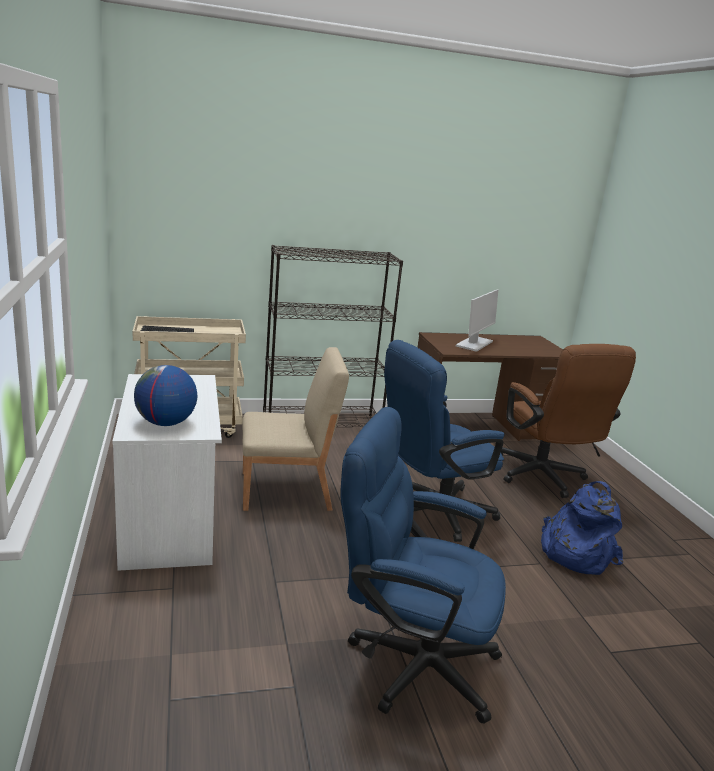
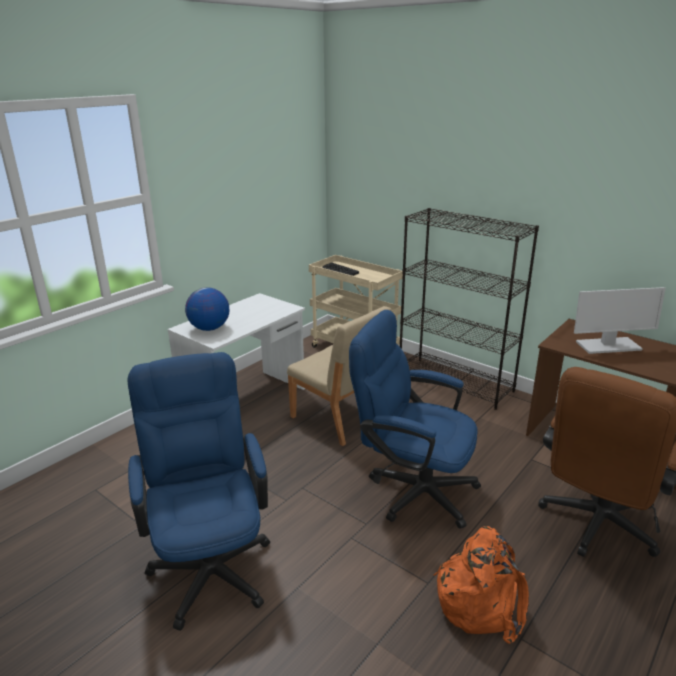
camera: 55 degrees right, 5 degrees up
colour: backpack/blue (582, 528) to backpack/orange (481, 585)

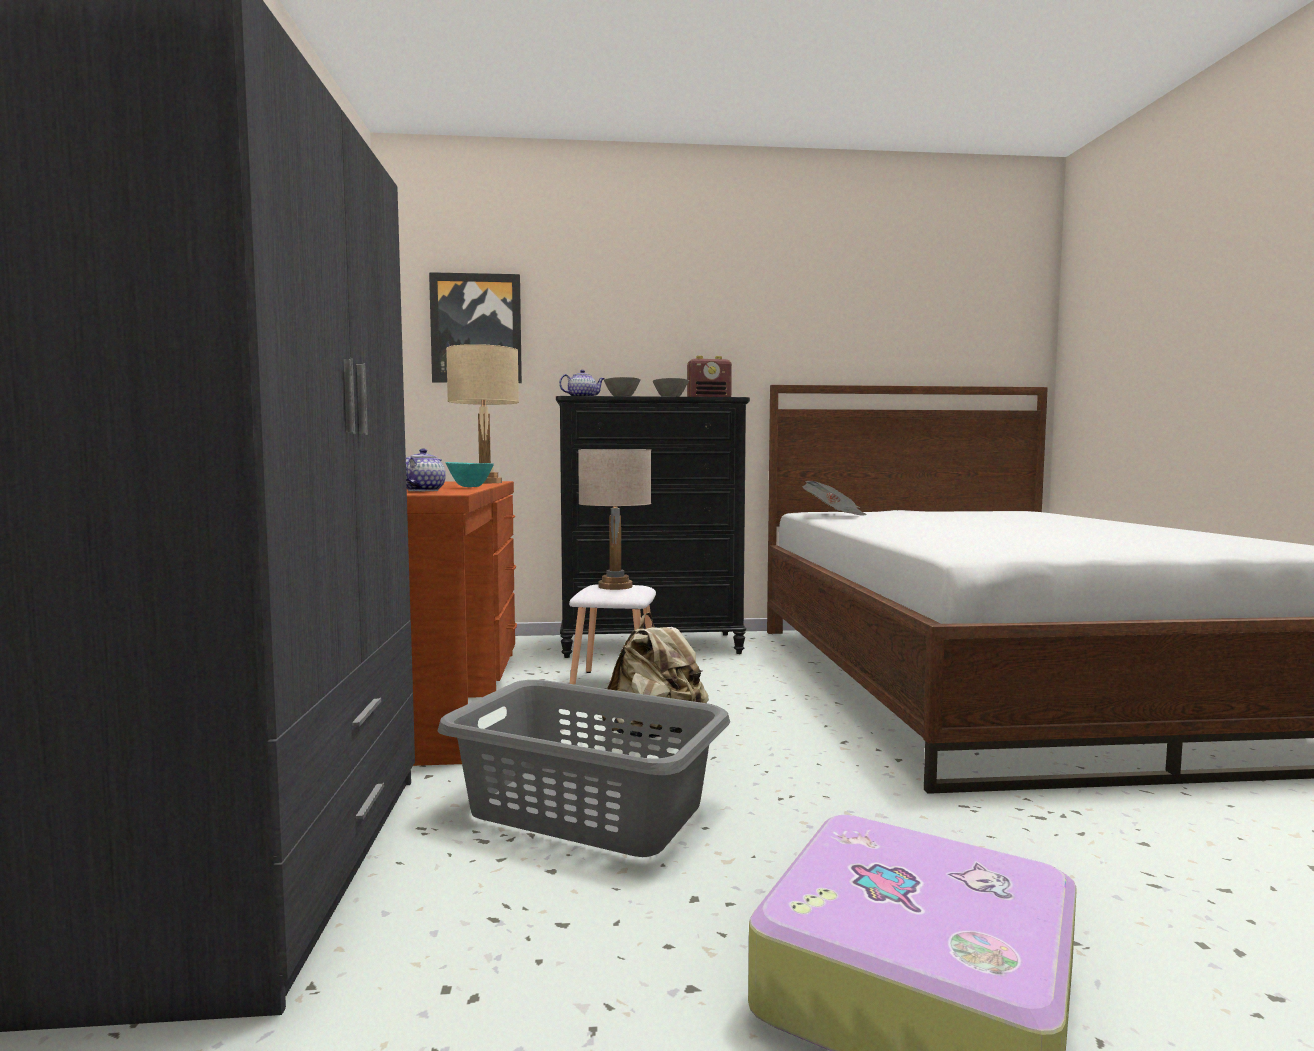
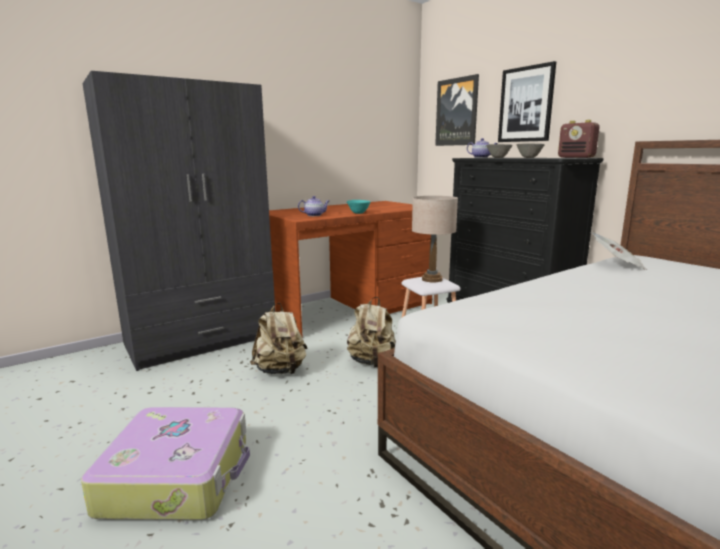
camera: 60 degrees right, 10 degrees up
missing: table lamp/beige (482, 413)
appeared: picture (527, 101)
exchanged: laundry basket/grey (583, 768) to backpack/beige (279, 339)

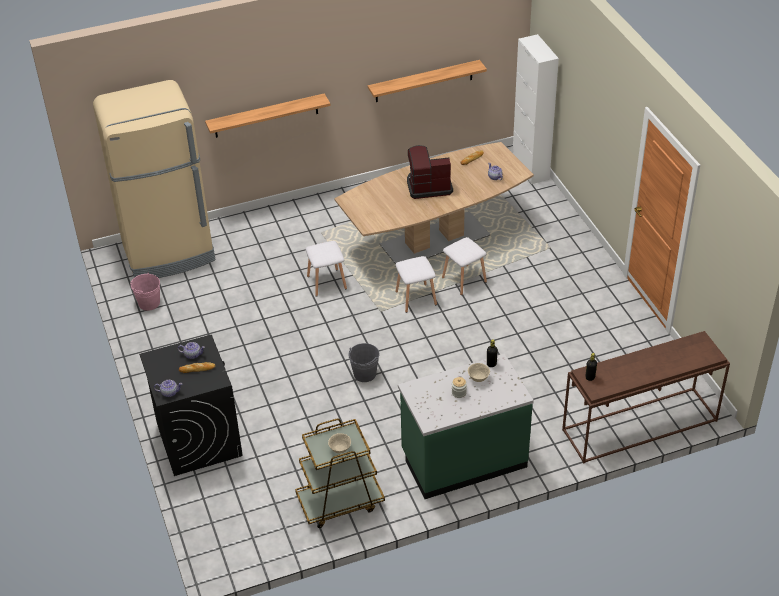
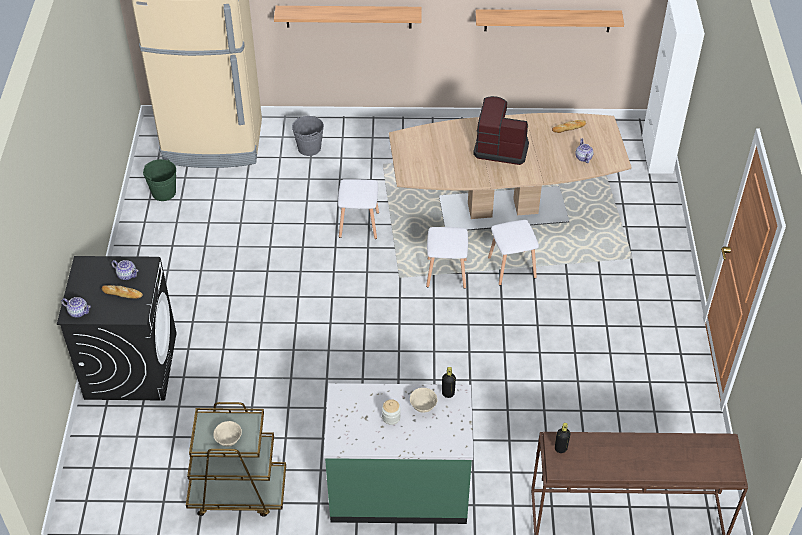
camera: 20 degrees right, 5 degrees up
relocated: bucket/grey (363, 362) to (308, 136)
colour: bucket/pink (145, 292) to bucket/green (159, 180)

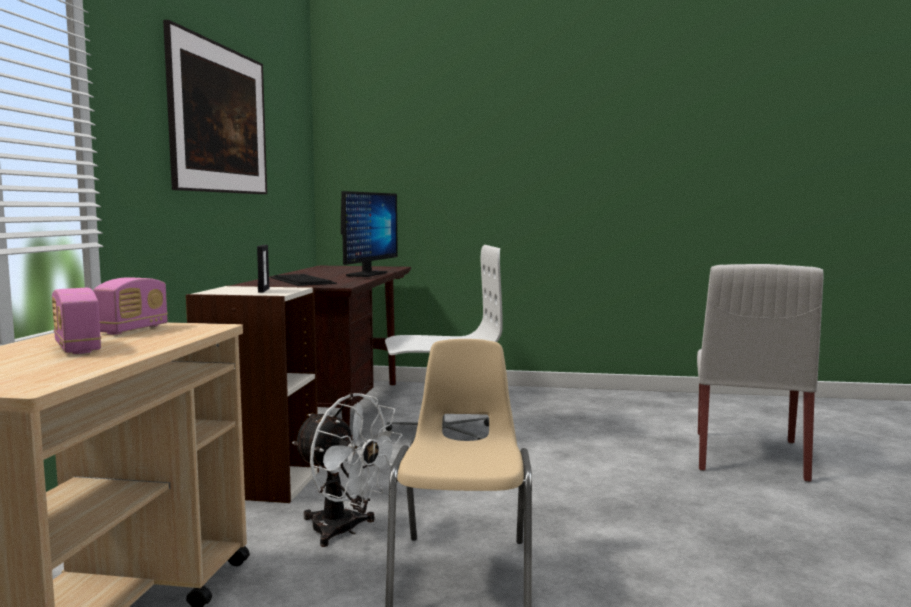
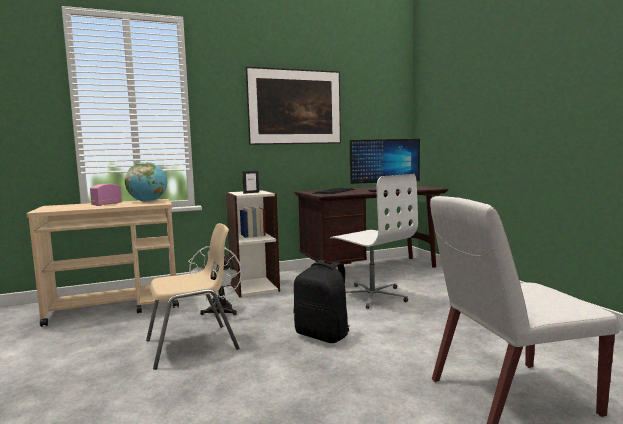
camera: 60 degrees right, 0 degrees up
appeared: backpack/black (321, 301)
exchanged: radio (130, 306) to globe (146, 182)

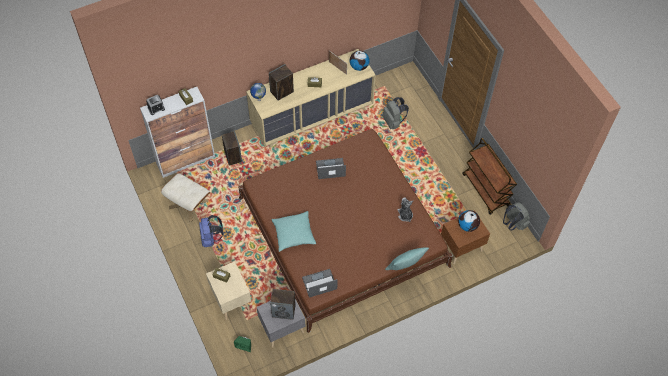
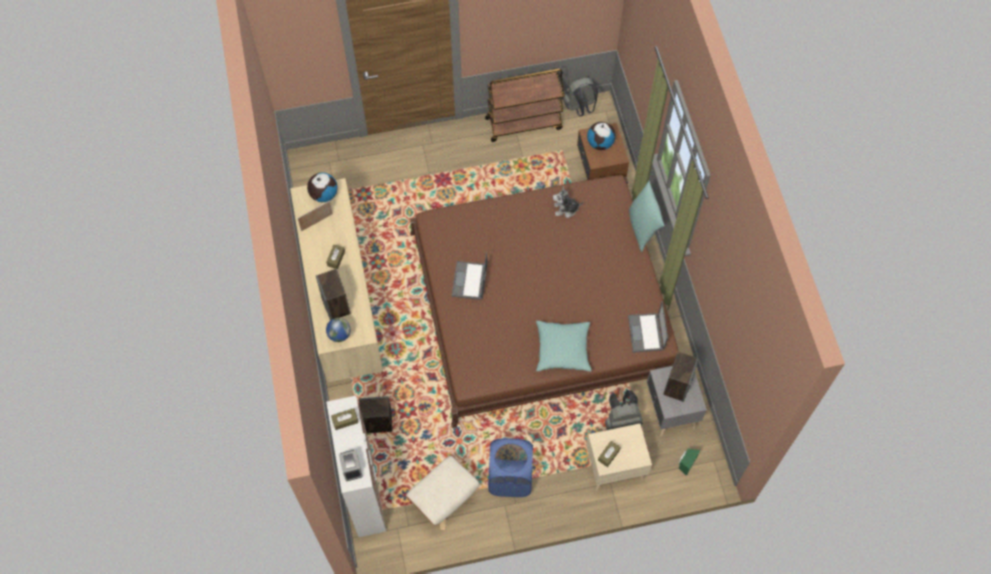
camera: 75 degrees left, 5 degrees up
relocated: backpack/grey (395, 113) to (624, 410)
exchanged: backpack/blue (211, 231) to laundry basket/blue (510, 467)

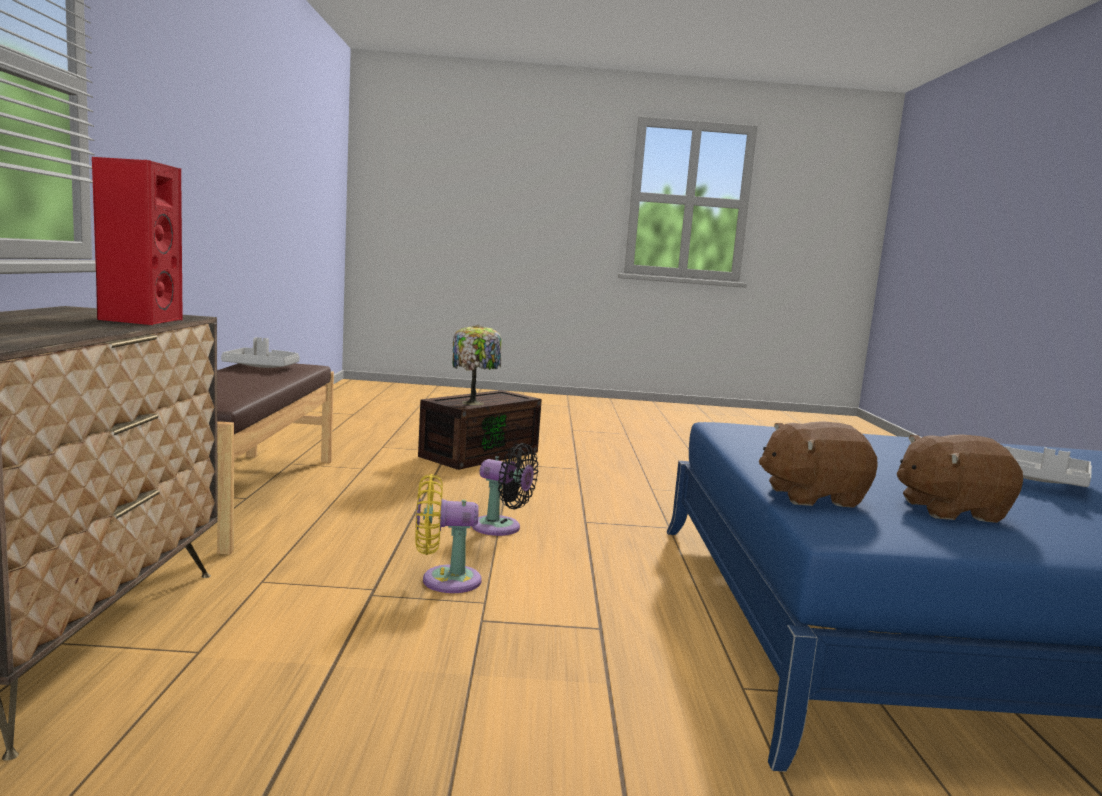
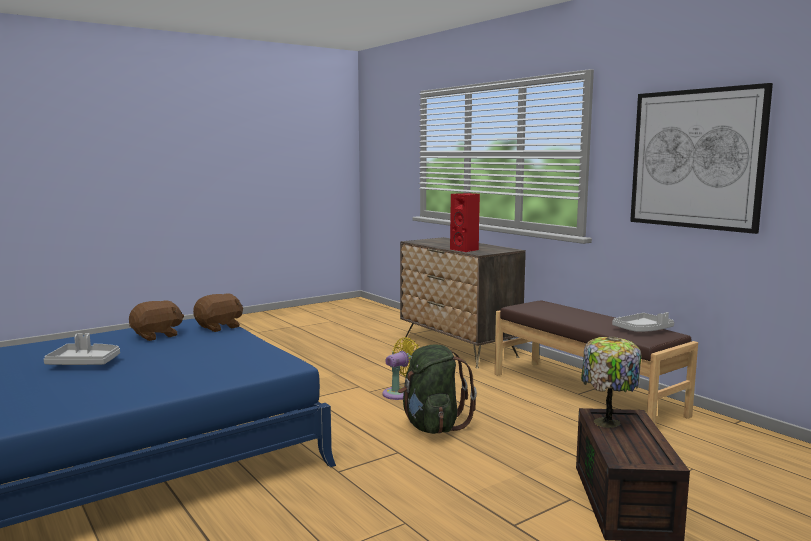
camera: 145 degrees right, 0 degrees up
appeared: picture (701, 158)
exchanged: fan/black (505, 489) to backpack/green (437, 389)

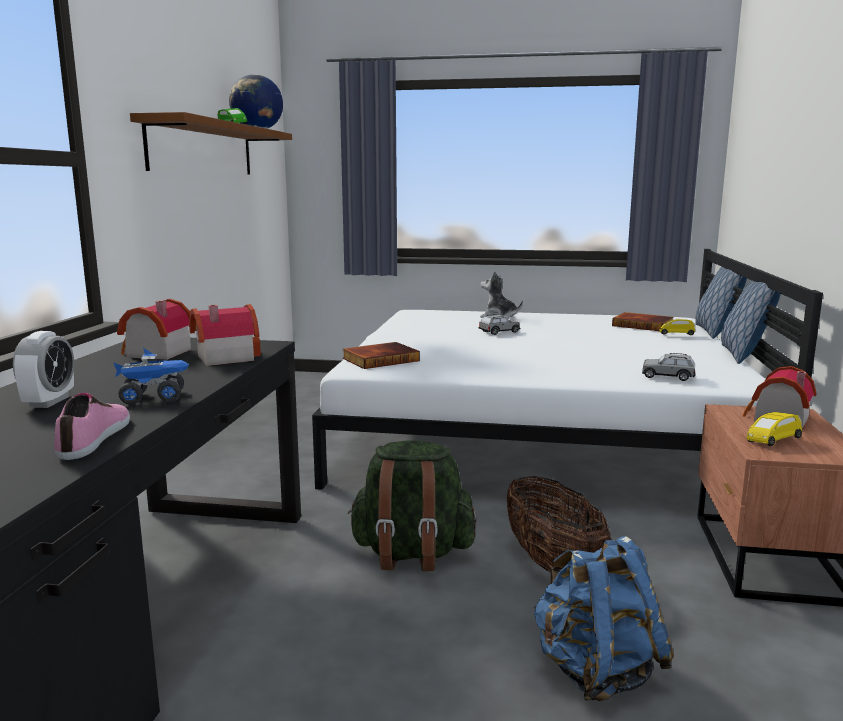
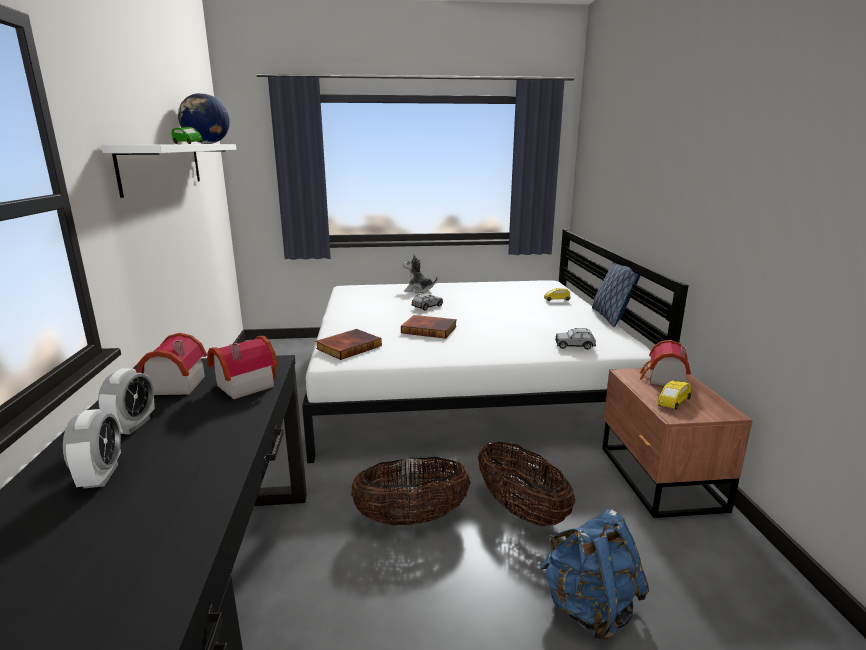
camera: 15 degrees left, 5 degrees up
missing: shoe (92, 426); toy truck (151, 376); pillow (723, 302)
appeared: alarm clock (126, 401)
relocated: book (643, 321) to (429, 327)
exchanged: backpack/green (412, 505) to basket (411, 491)
colour: shelf/brown (211, 143) to shelf/white (168, 171)

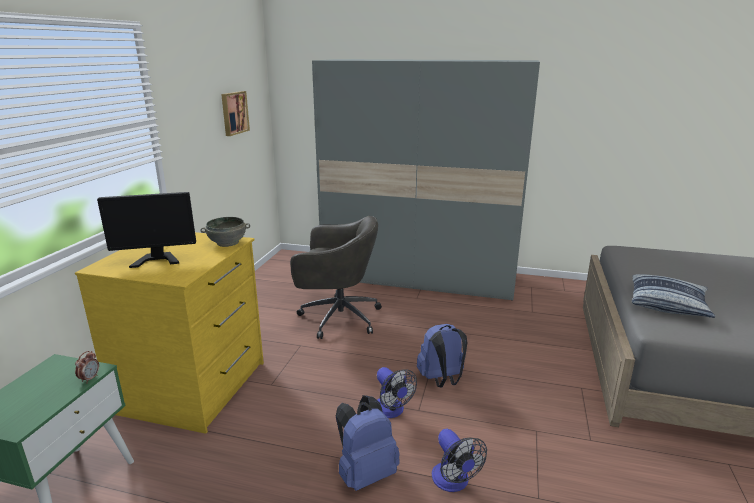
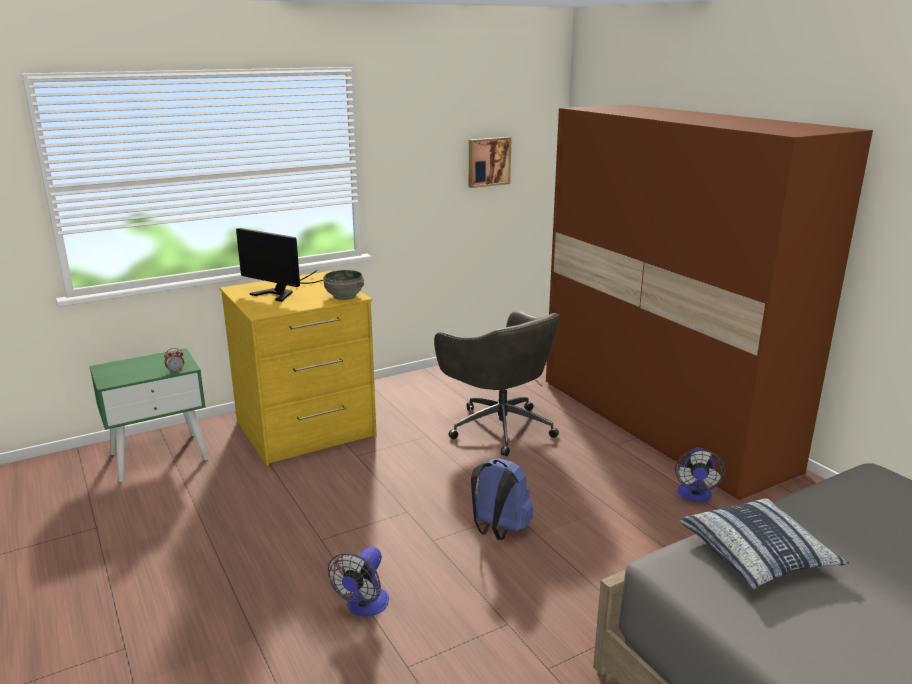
camera: 45 degrees right, 0 degrees up
missing: backpack/blue (368, 443)
relocated: fan (397, 392) to (700, 474)
colour: wardrobe/grey (426, 180) to wardrobe/brown (709, 302)

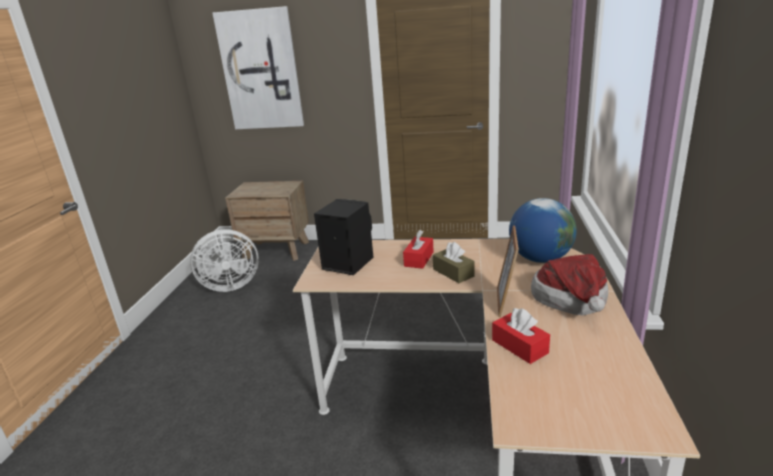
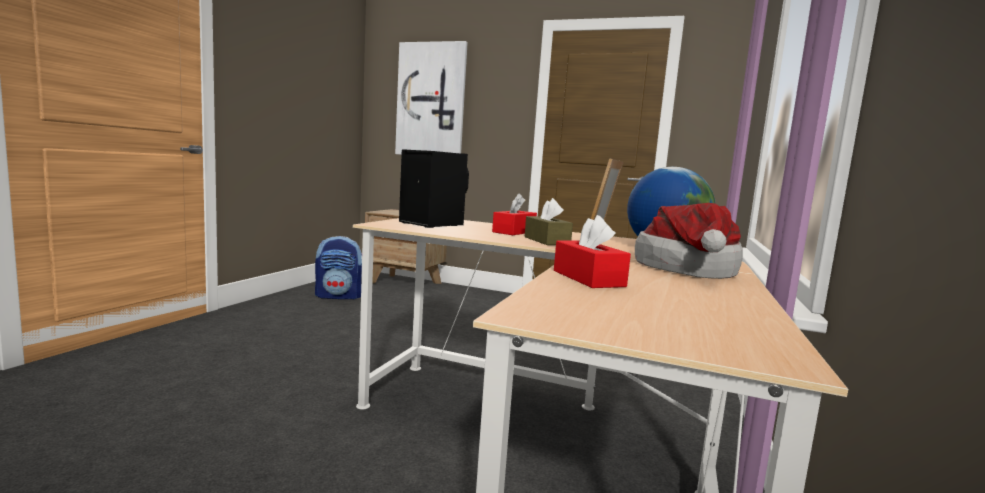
camera: 10 degrees right, 15 degrees down
exchanged: fan/white (224, 260) to backpack (338, 267)

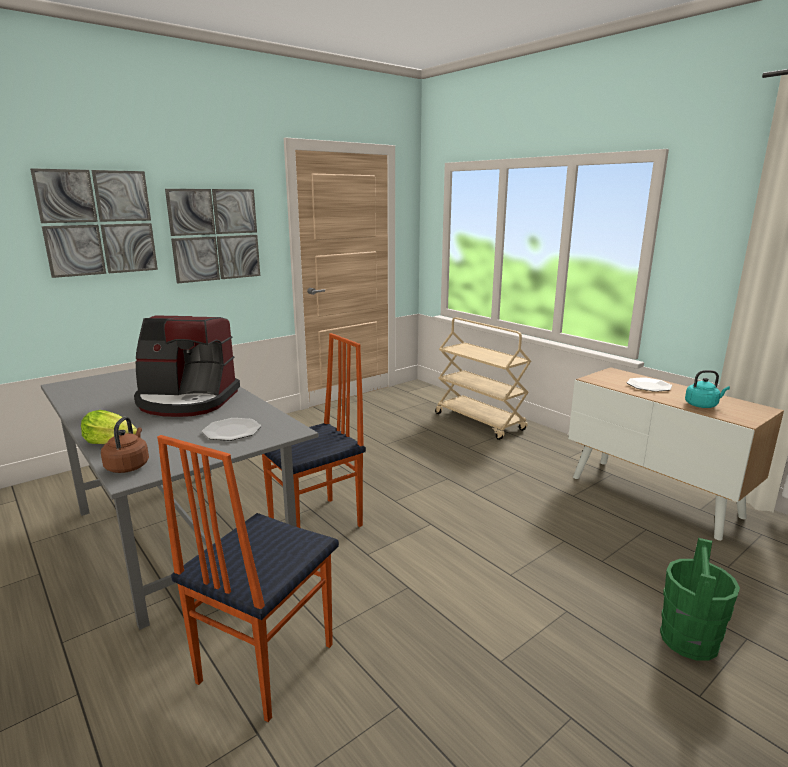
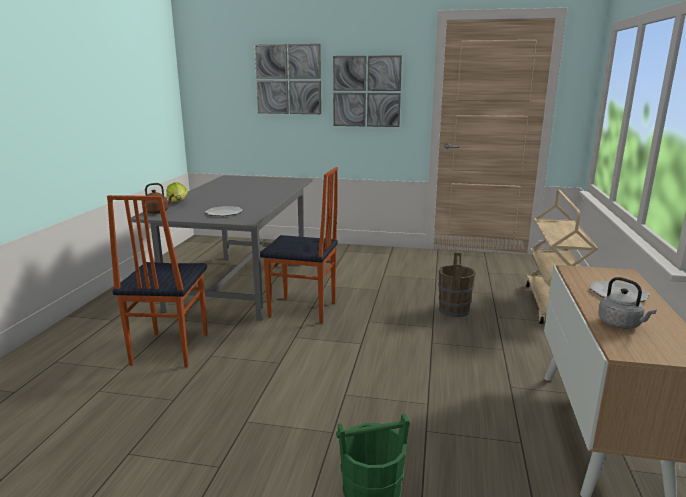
camera: 50 degrees right, 0 degrees up
missing: coffee machine (187, 366)
appeared: bucket/brown (457, 284)
colour: kettle/turquoise (707, 389) to kettle/grey (627, 303)
spun: chair (248, 578) = (157, 281) 75 degrees counterclockwise

